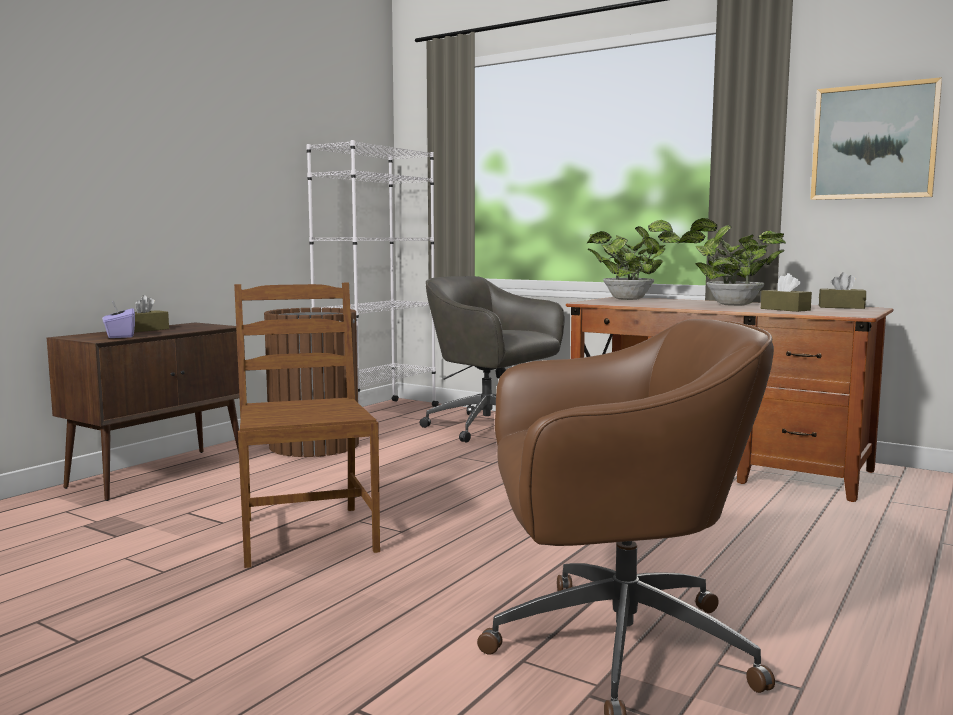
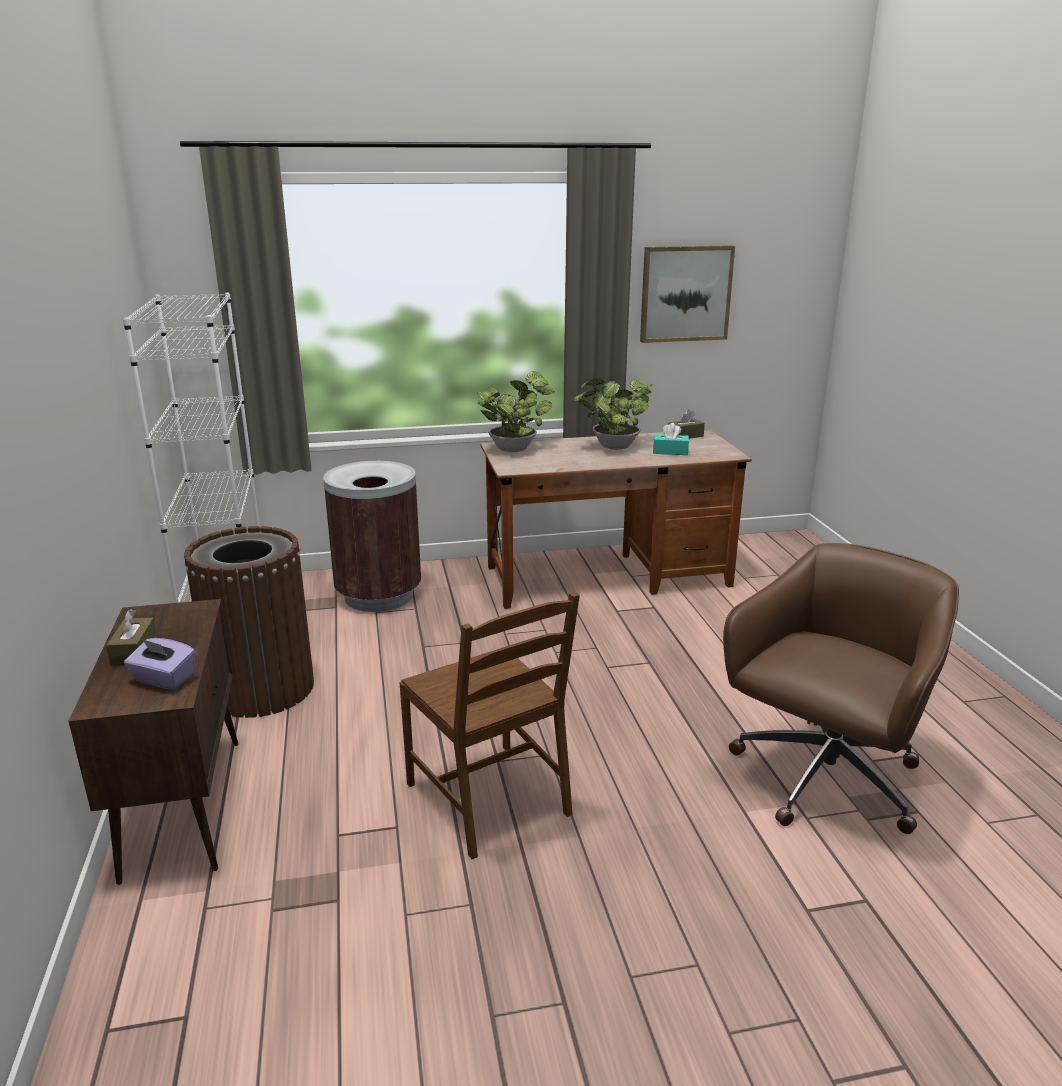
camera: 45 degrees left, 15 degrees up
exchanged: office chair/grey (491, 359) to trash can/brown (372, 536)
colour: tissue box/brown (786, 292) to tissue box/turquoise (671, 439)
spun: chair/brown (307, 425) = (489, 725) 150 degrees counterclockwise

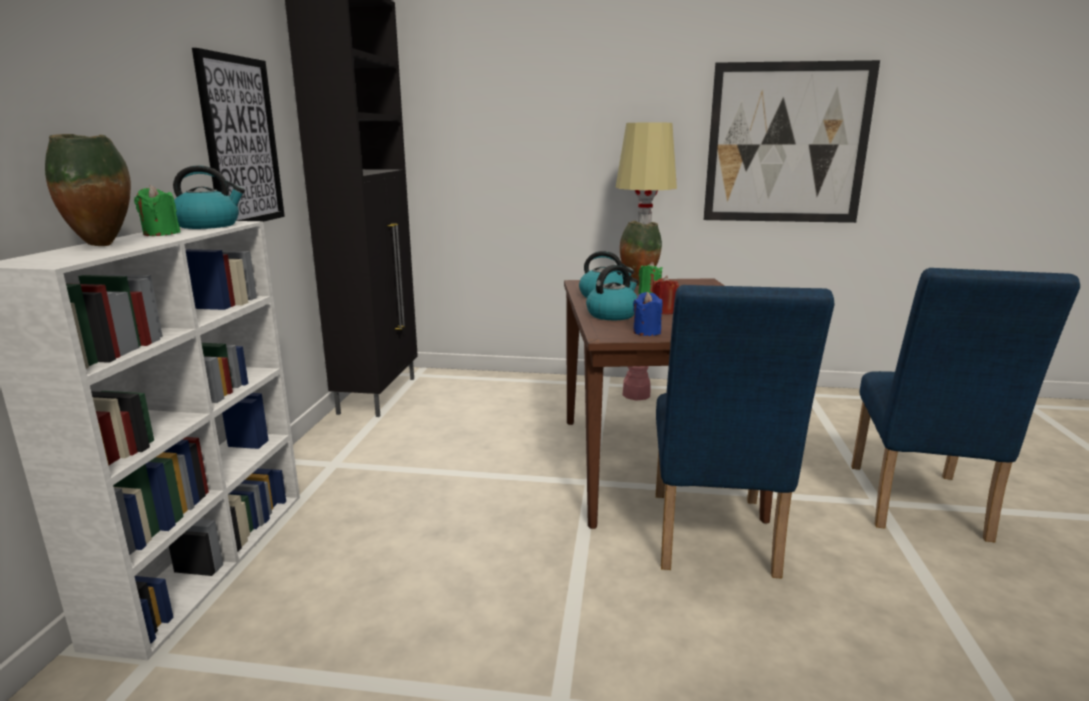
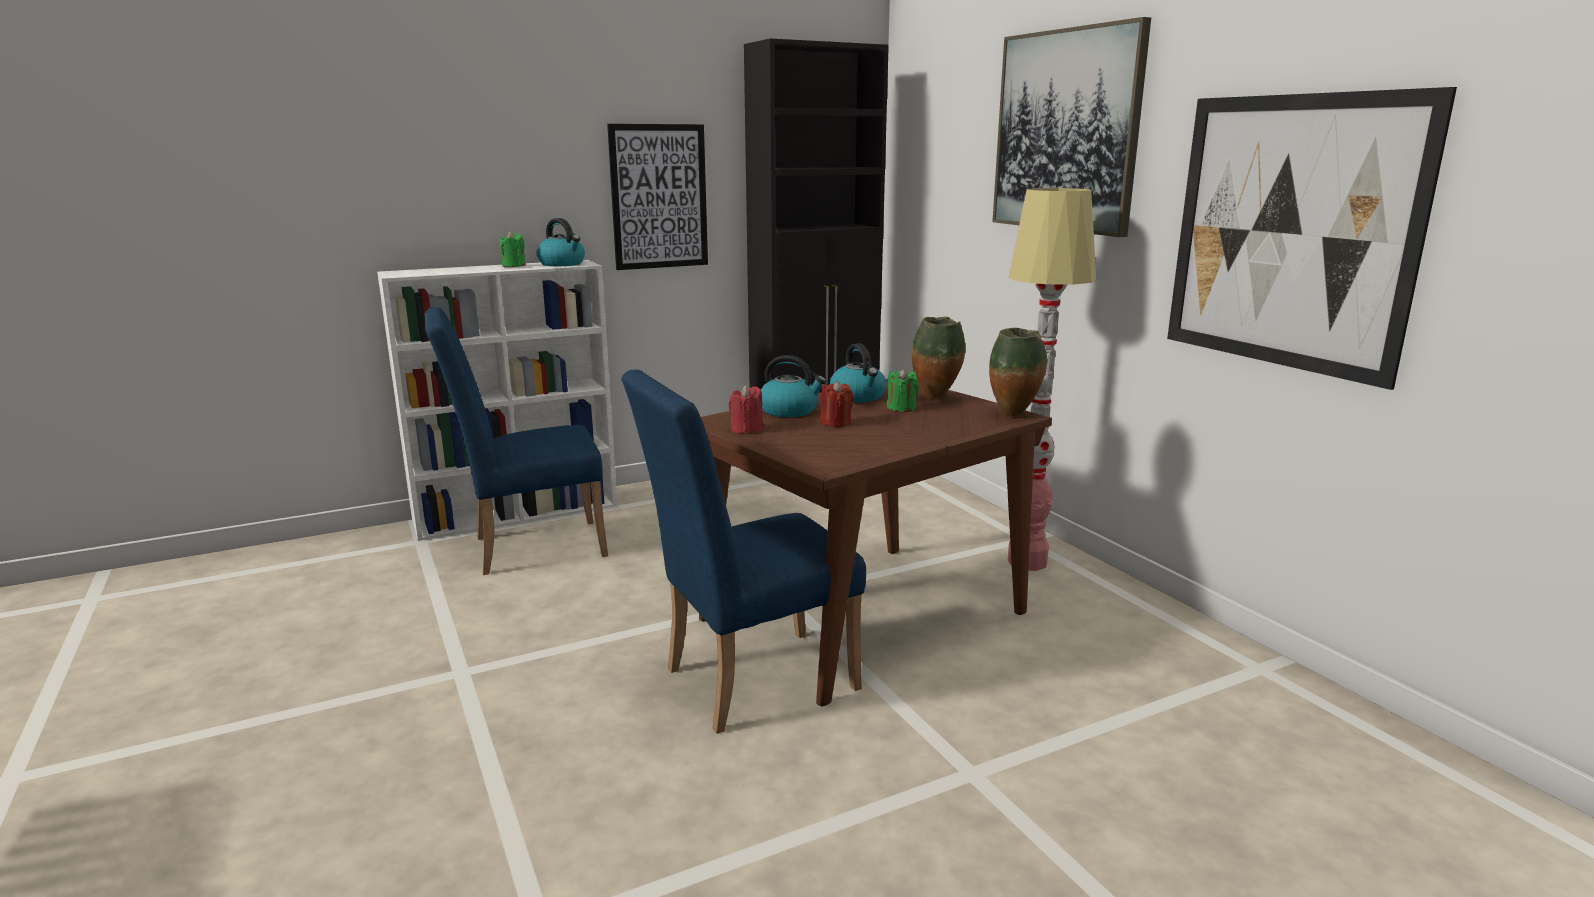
camera: 55 degrees right, 0 degrees up
appeared: picture (1071, 127)
relocated: vase (88, 190) to (1018, 372); chair/blue (965, 405) to (516, 441)
colour: candle/blue (648, 314) to candle/red (745, 409)

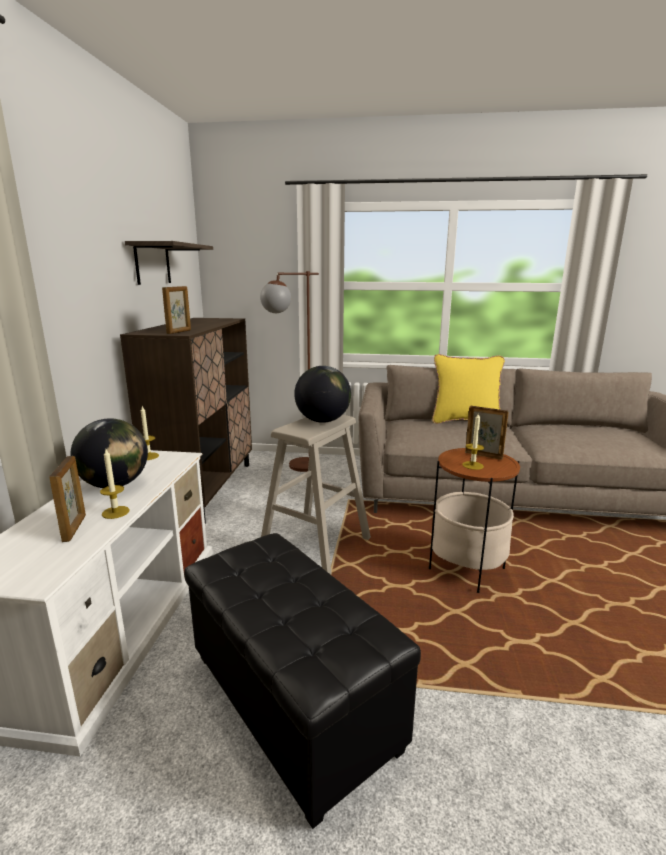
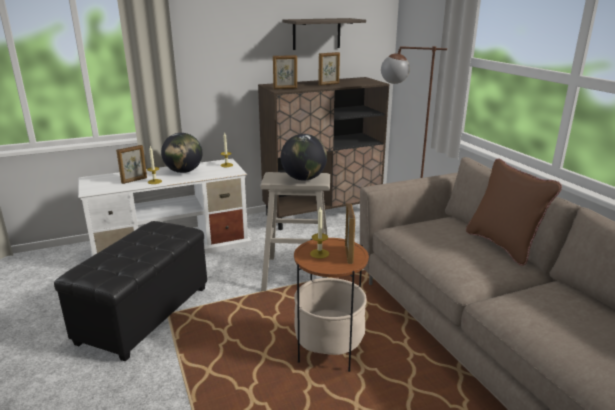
camera: 60 degrees right, 5 degrees up
appeared: picture frame (329, 69)
colour: pillow/yellow (468, 389) to pillow/brown (514, 212)

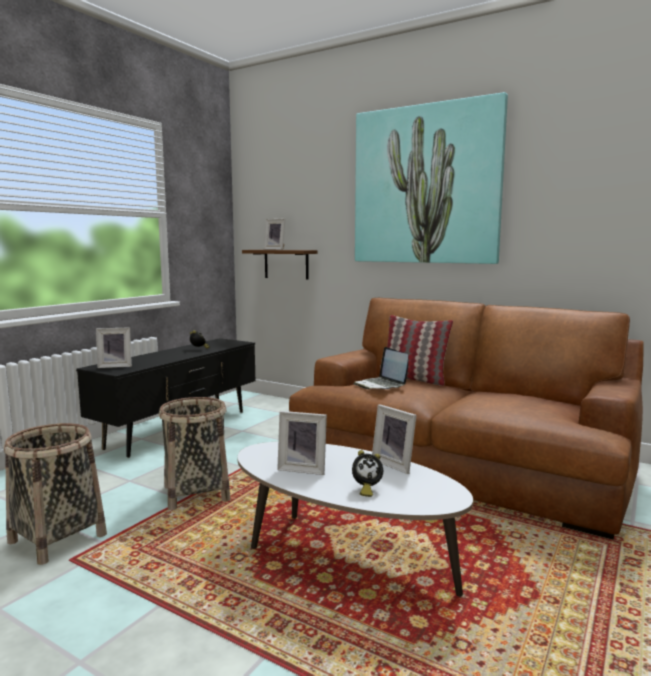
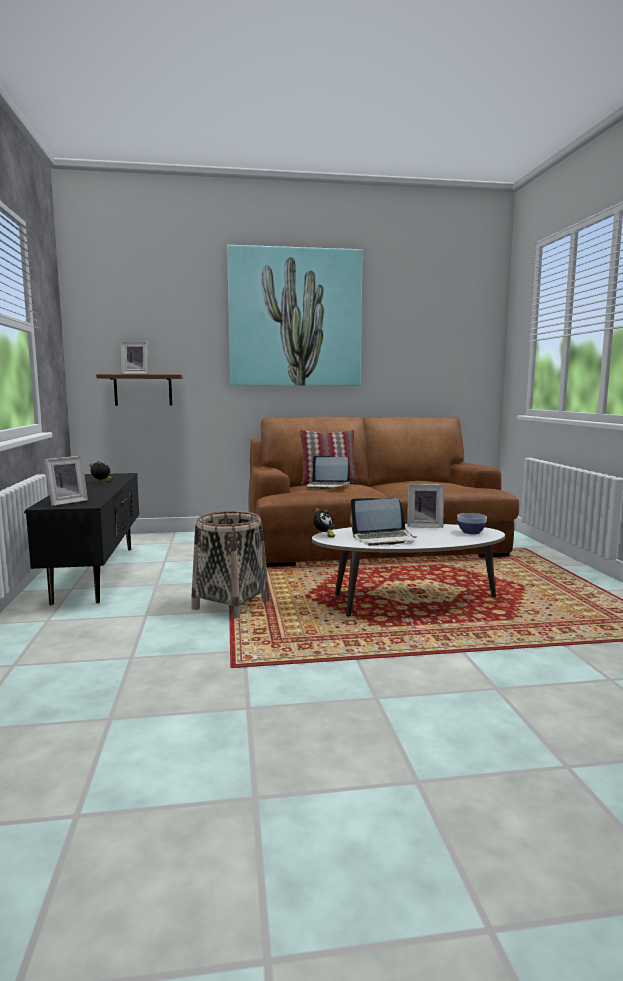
camera: 40 degrees left, 0 degrees up
missing: basket (55, 494)
appeared: bowl (472, 524)
relocated: alarm clock (367, 473) to (324, 522)
exchanged: picture frame (302, 443) to laptop (383, 522)

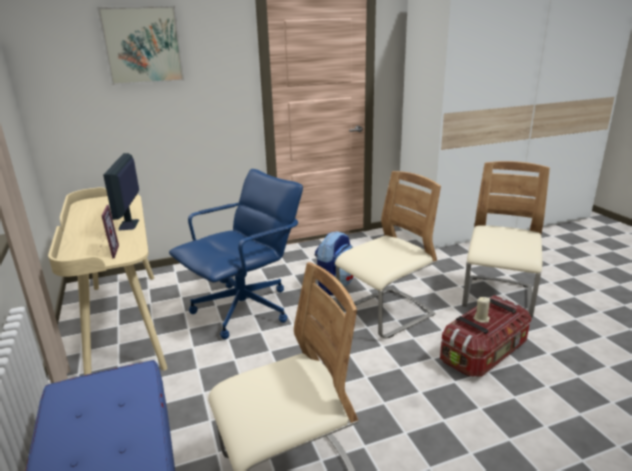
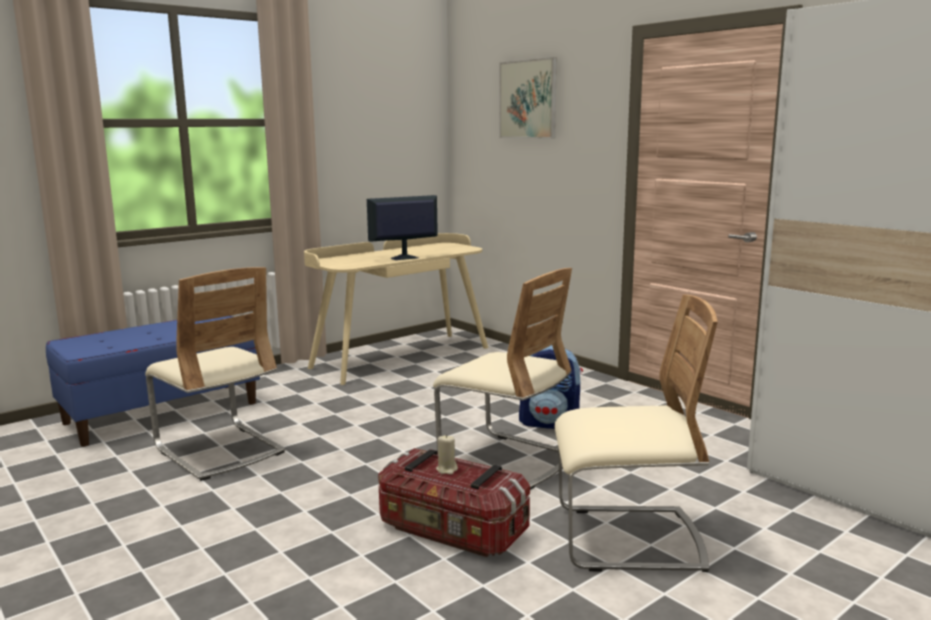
camera: 70 degrees right, 10 degrees down
missing: picture frame (110, 231); office chair/blue (236, 254)

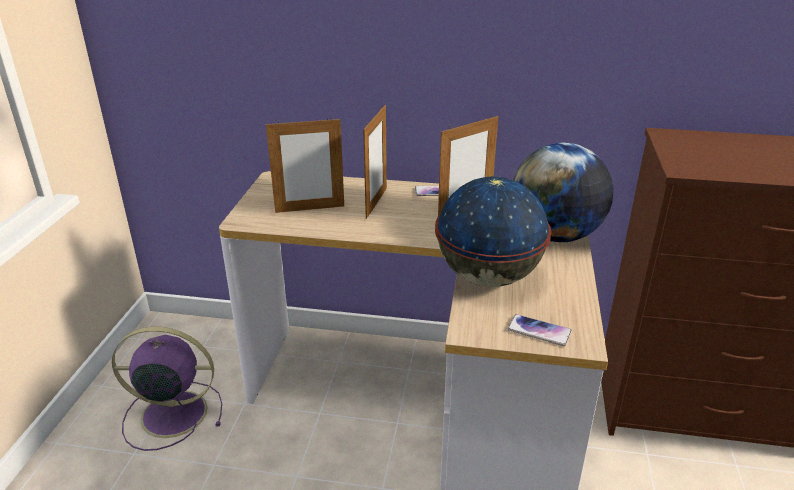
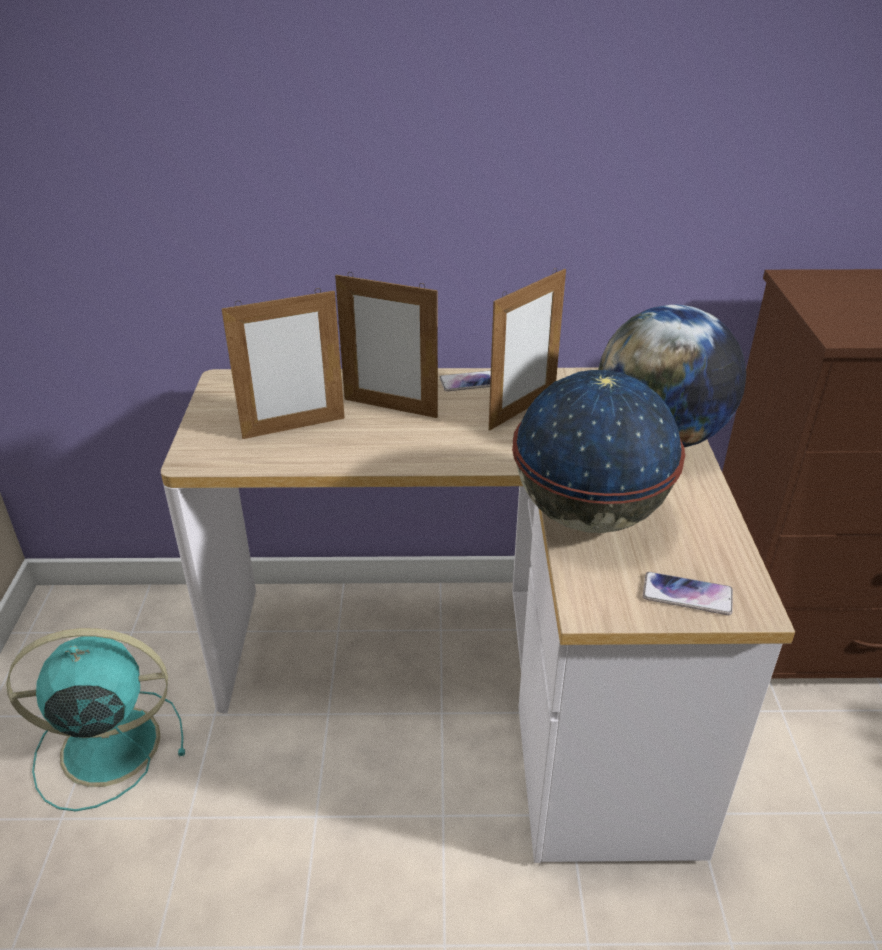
camera: 10 degrees left, 5 degrees up
colour: fan/purple (167, 389) to fan/turquoise (95, 719)
spun: picture frame (375, 162) = (386, 345) 105 degrees clockwise

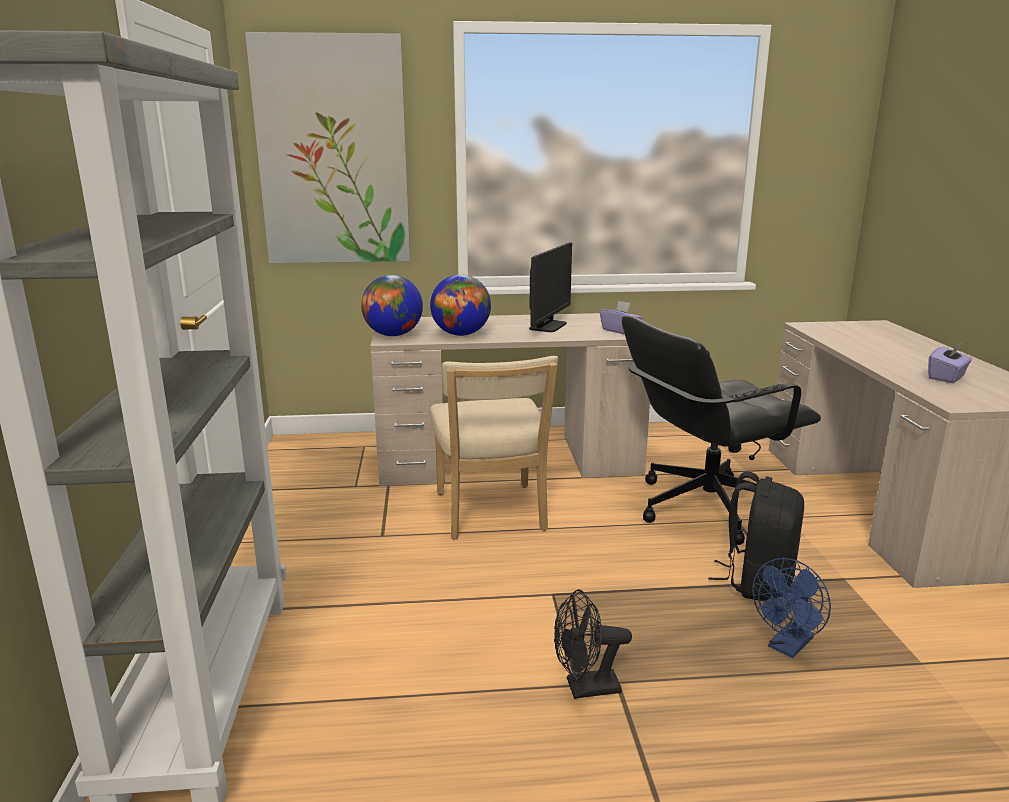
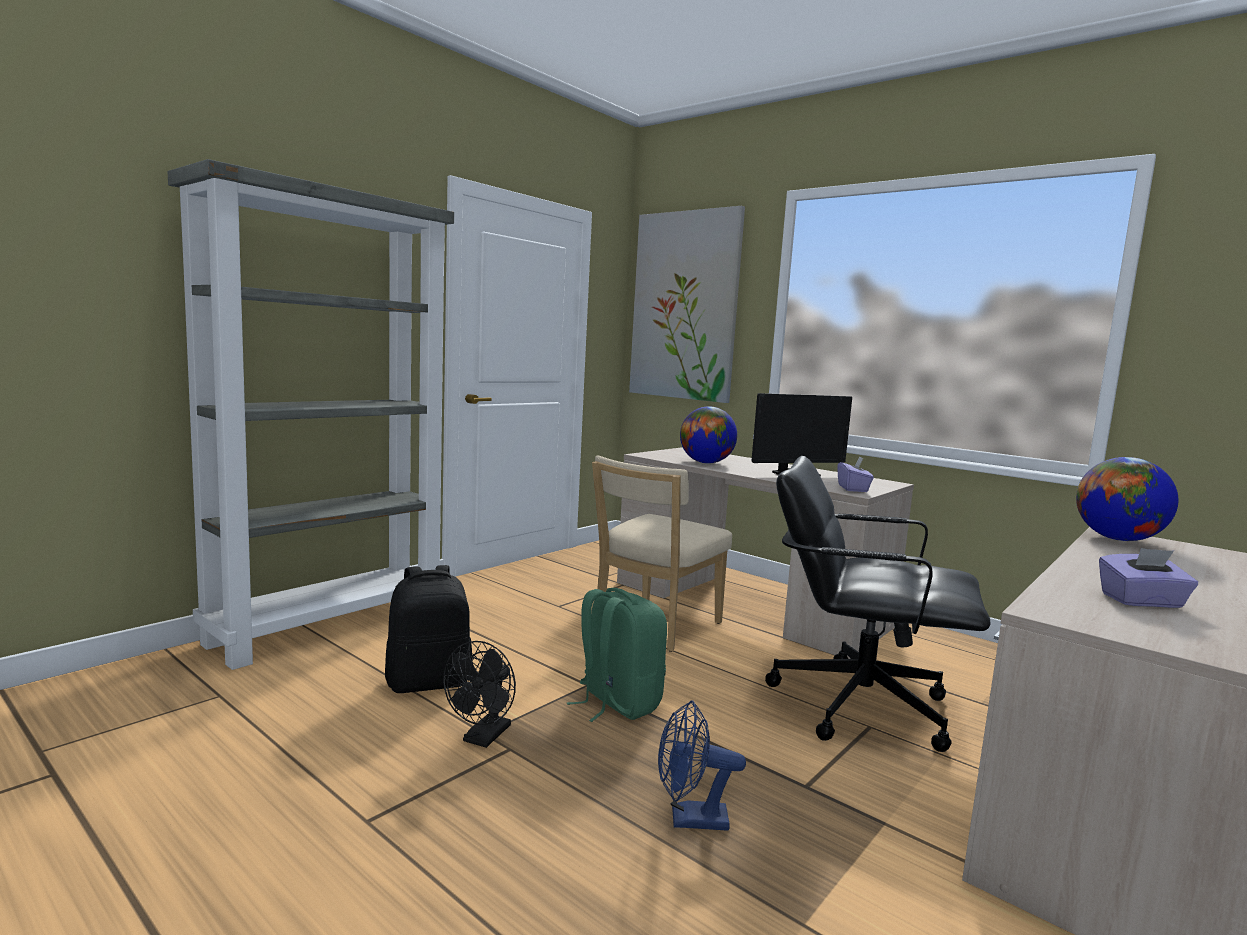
camera: 45 degrees right, 10 degrees down
appeared: backpack/green (617, 655)
relocated: globe (392, 305) to (1127, 499); backpack/black (756, 537) to (428, 629)
spun: fan/black (593, 644) = (479, 694) 105 degrees counterclockwise

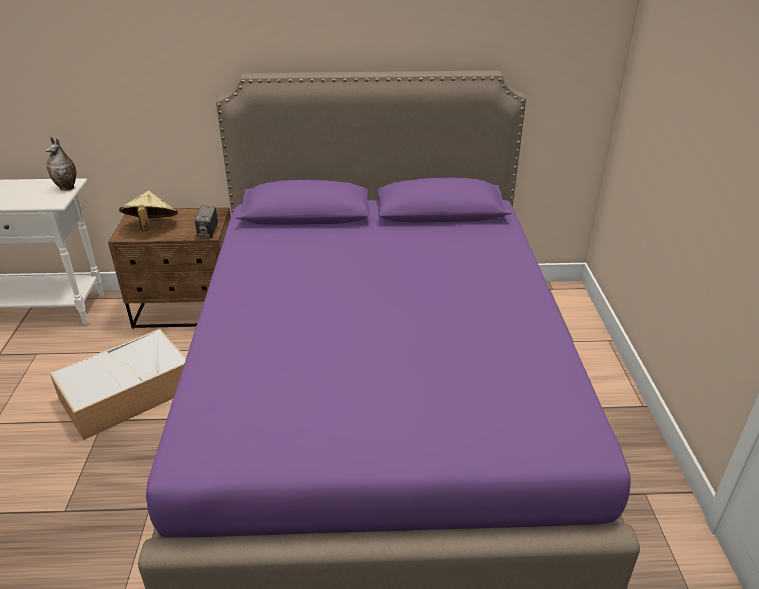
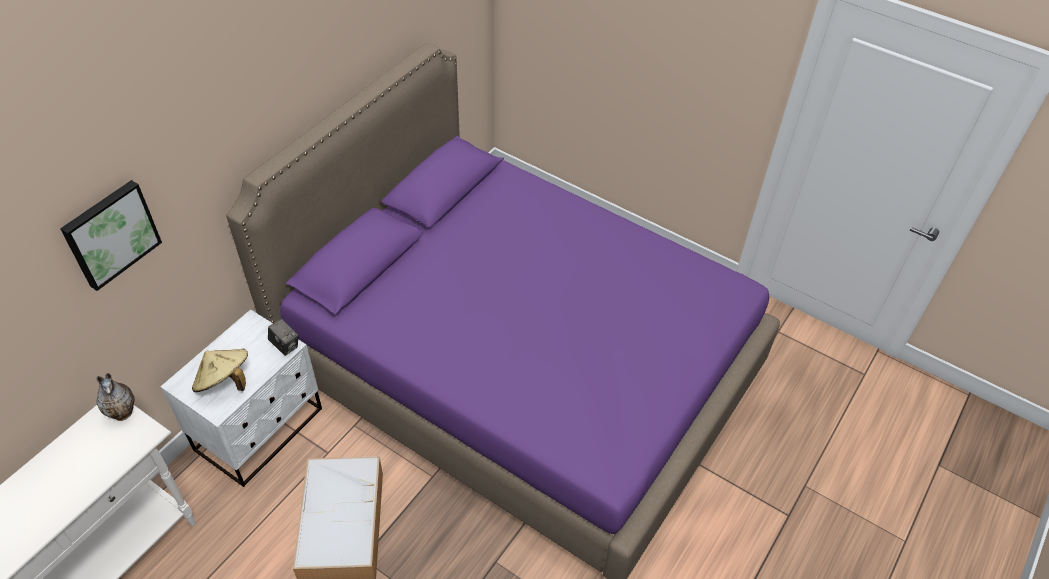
camera: 55 degrees left, 15 degrees up
appeared: picture (111, 235)
colour: nightstand/brown (169, 268) to nightstand/white (241, 398)

